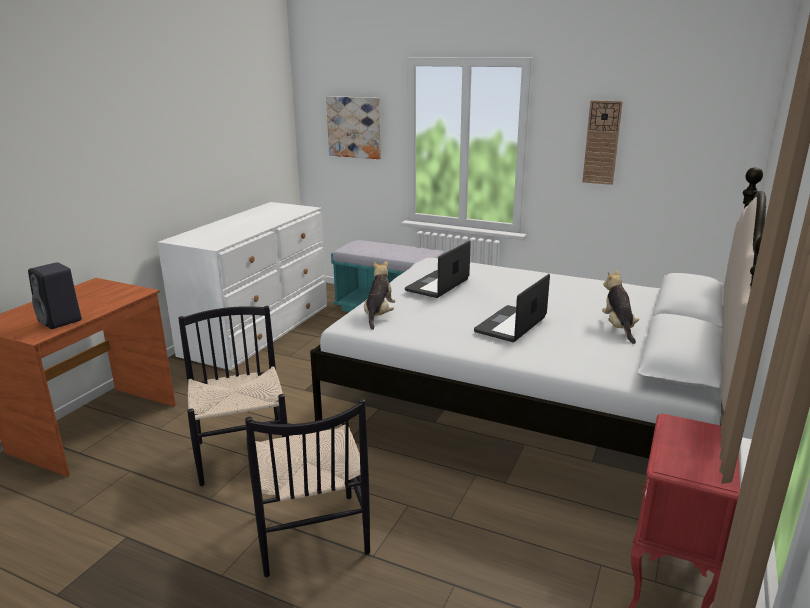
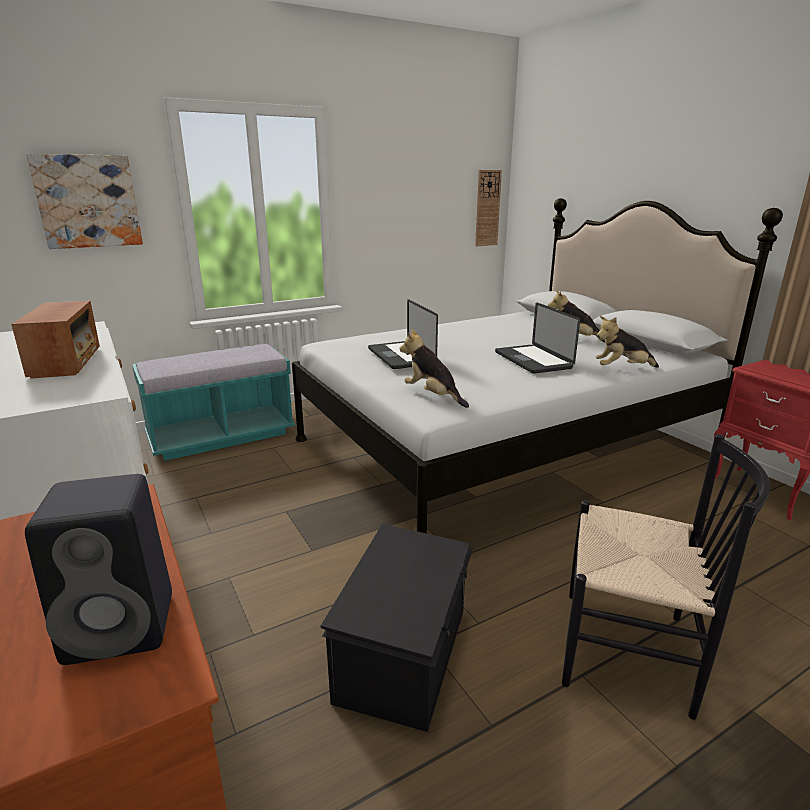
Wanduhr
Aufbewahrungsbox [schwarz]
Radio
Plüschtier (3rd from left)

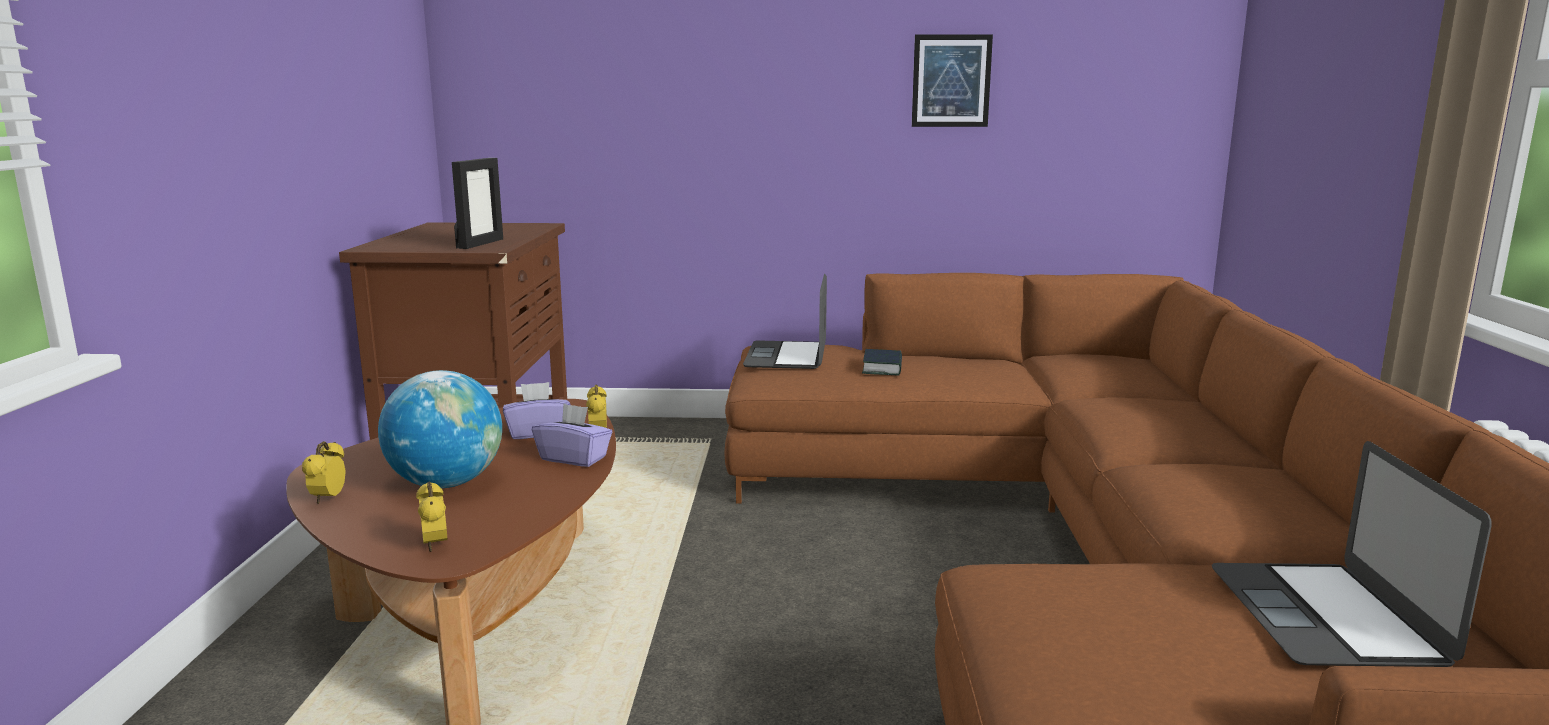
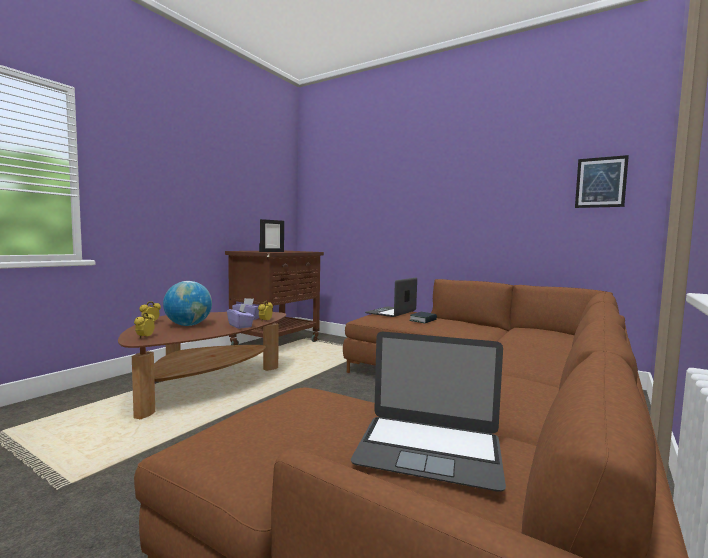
Bild
Laptop (2nd from left)

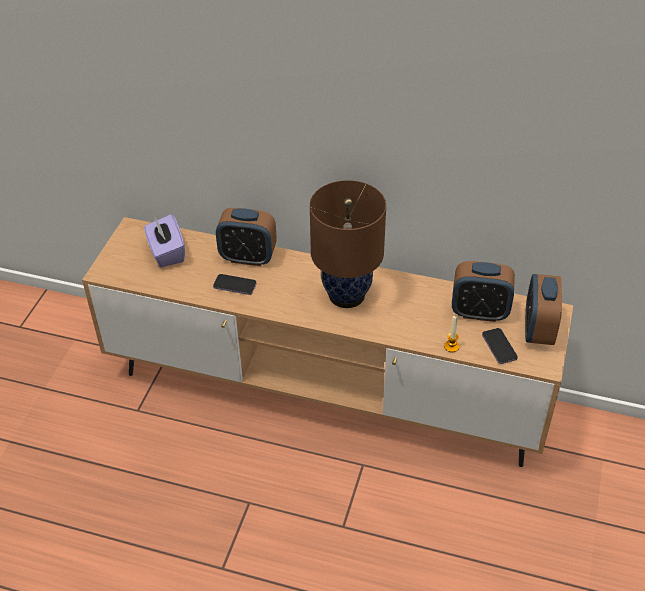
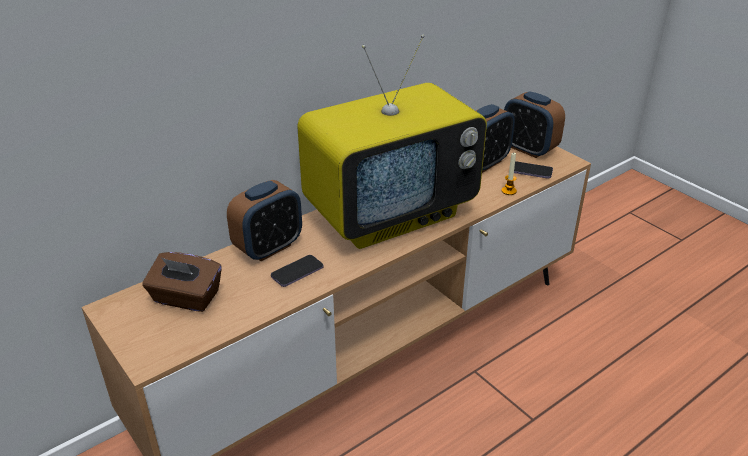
Fernseher
Taschentuchbox [braun]

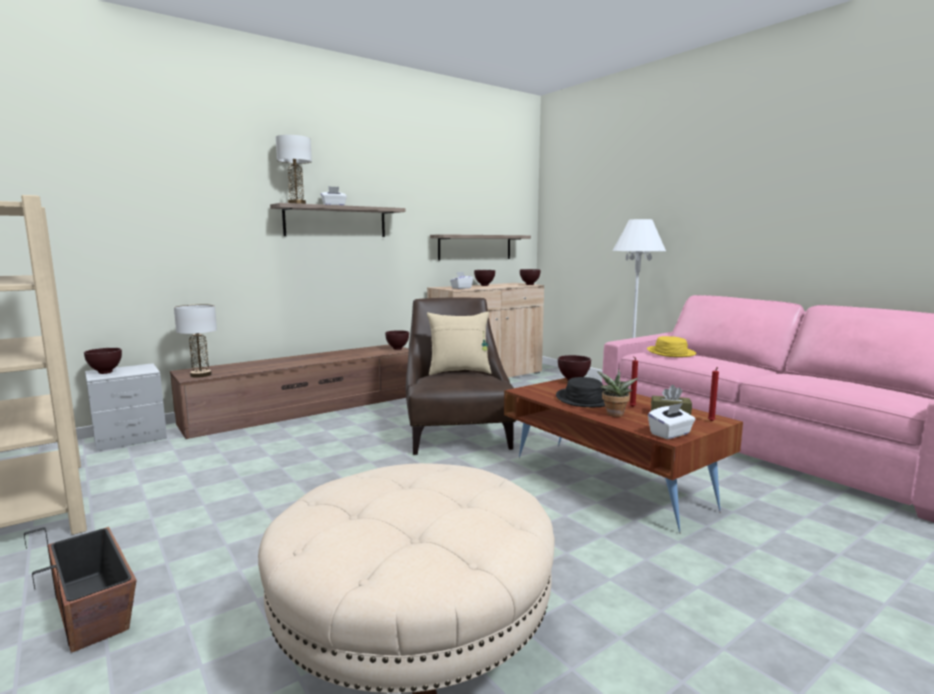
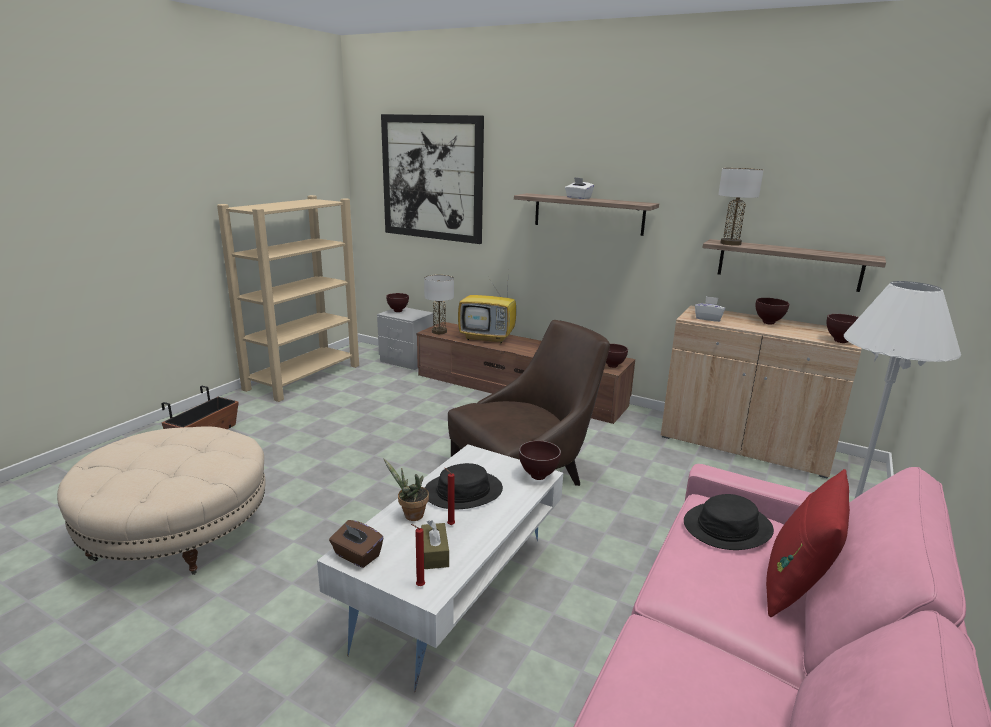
Tischlampe (2nd from left)
Kissen [beige]
Hut [schwarz] (2nd from left)
Couchtisch [weiß]
Taschentuchbox [braun] (1st from left)
Bild
Fernseher
Kissen [rot]

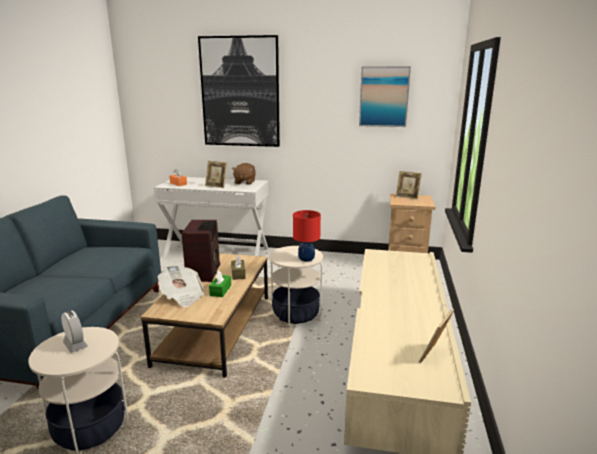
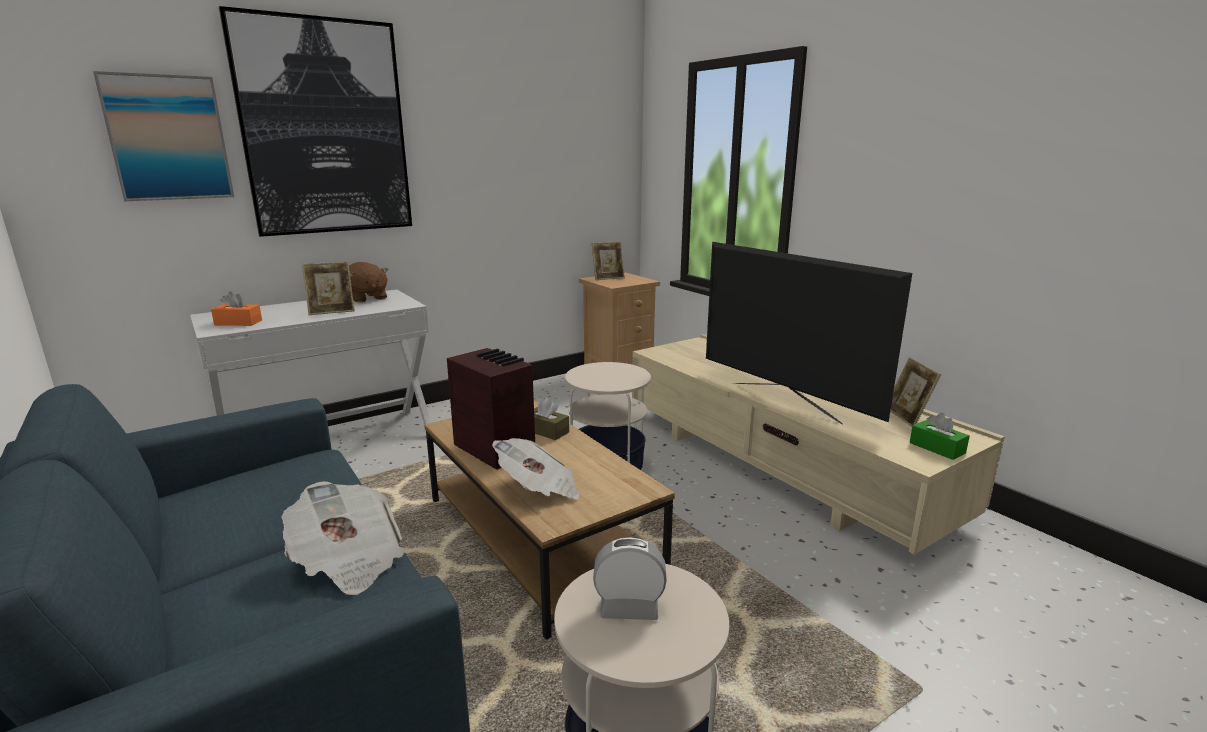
Bild (1st from left)
Tischlampe [rot]
Taschentuchbox [grün]
Fernseher
Zeitung (1st from left)

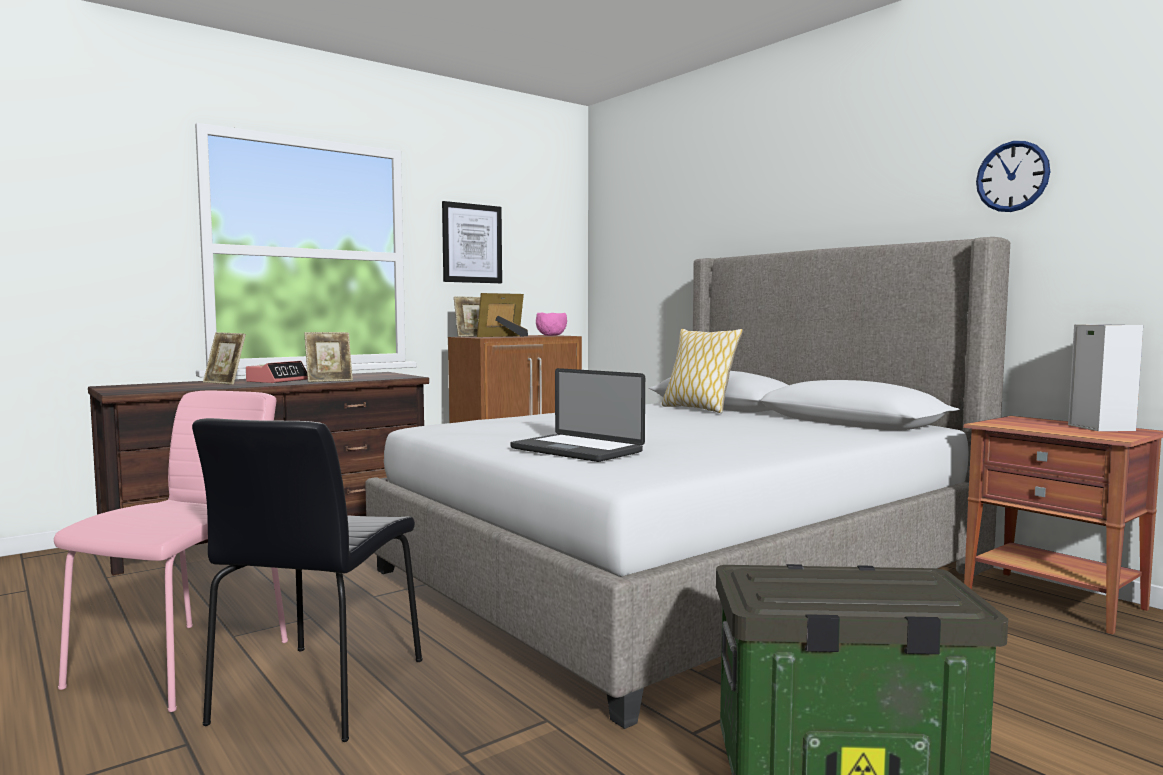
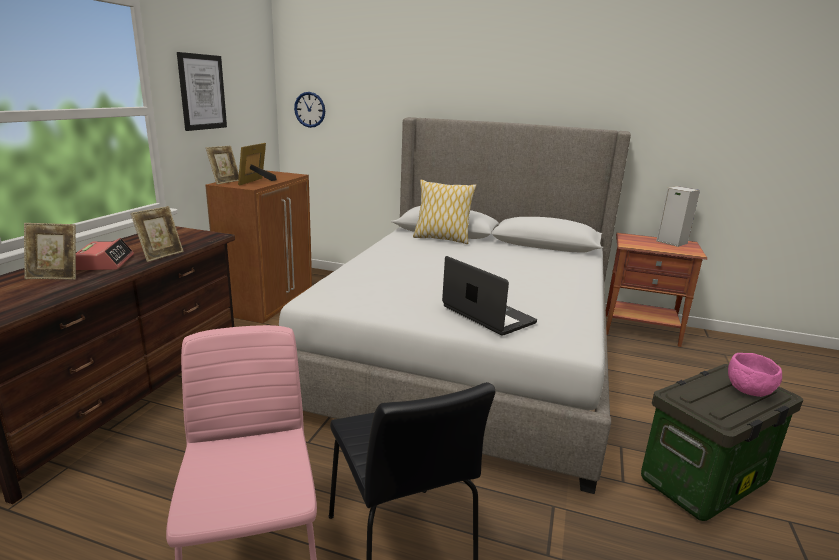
Wanduhr
Schüssel [rosa]
Laptop

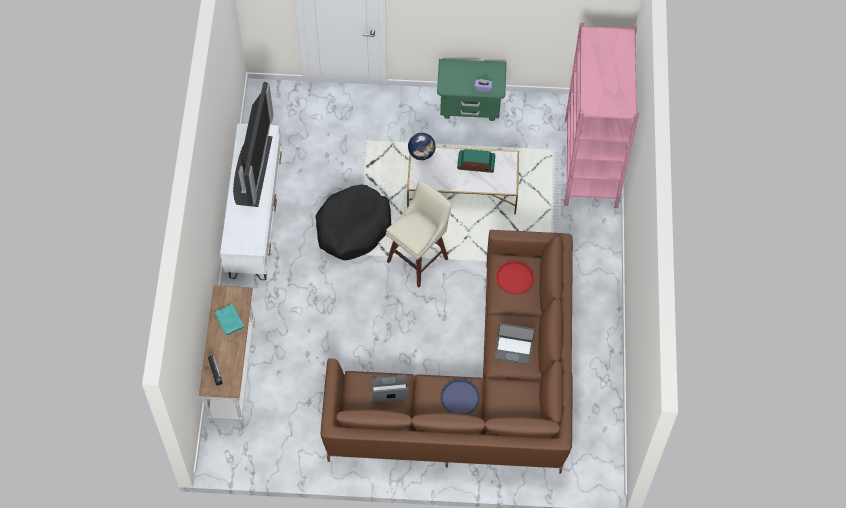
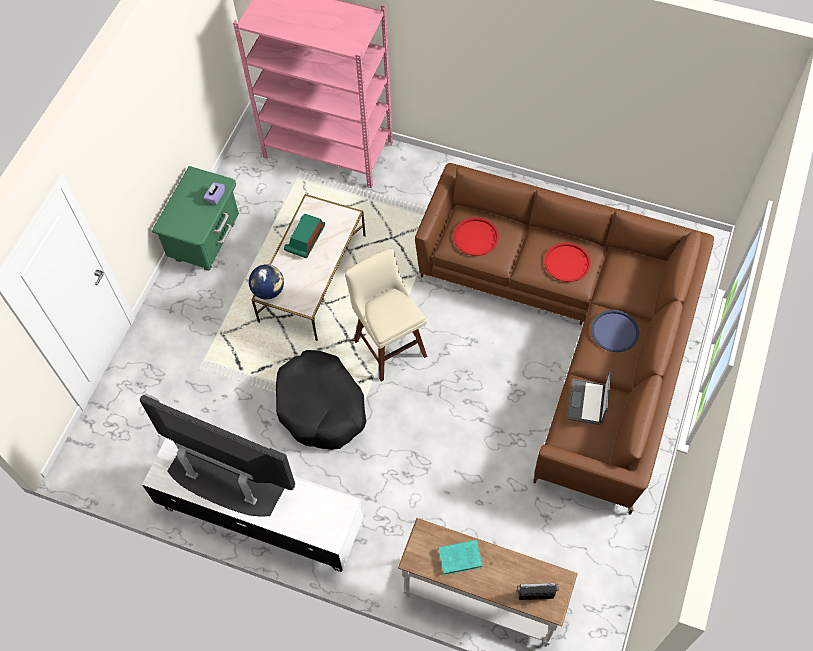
Tablett [rot] (2nd from left)

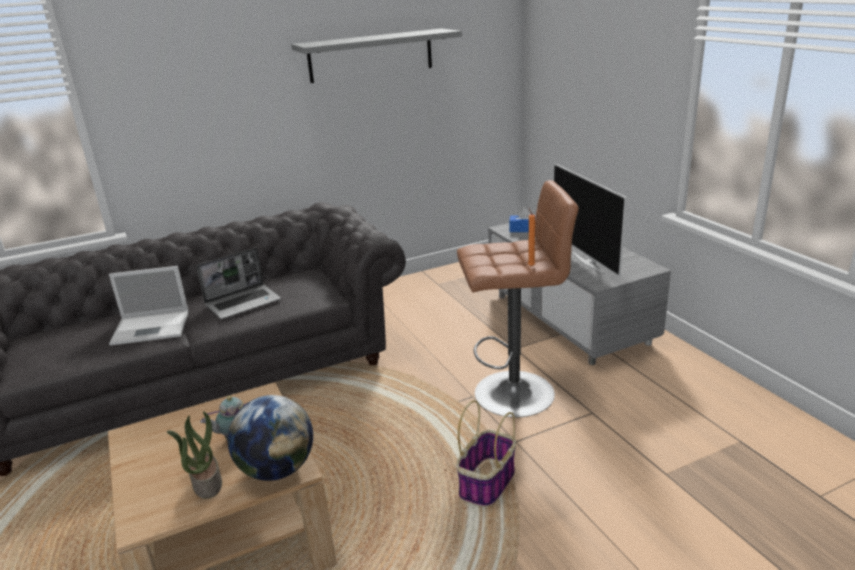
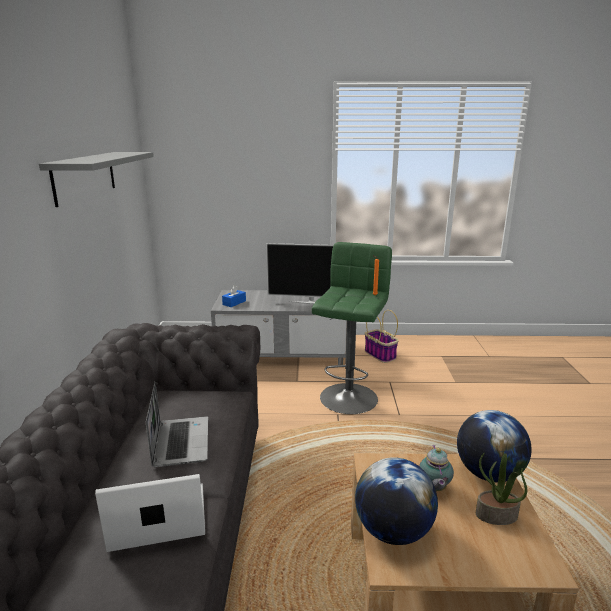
Hocker [grün]
Laptop (1st from left)
Korb
Globus (1st from left)

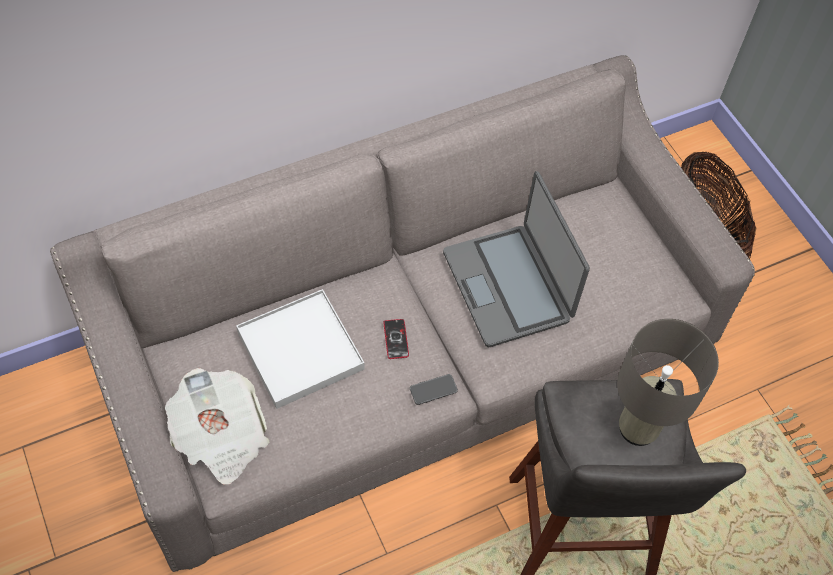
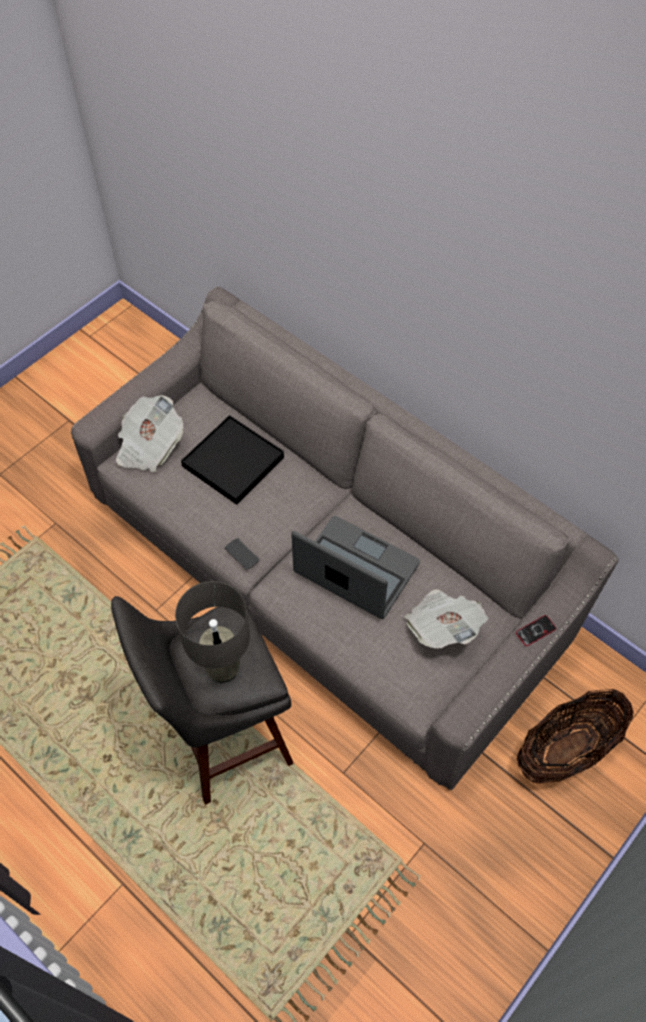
Laptop
Tablett [schwarz]
Handy (2nd from left)
Zeitung (2nd from left)

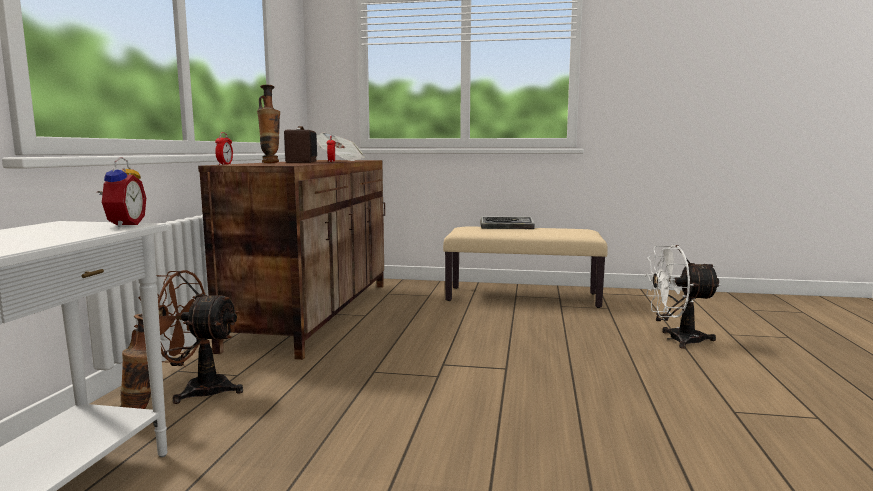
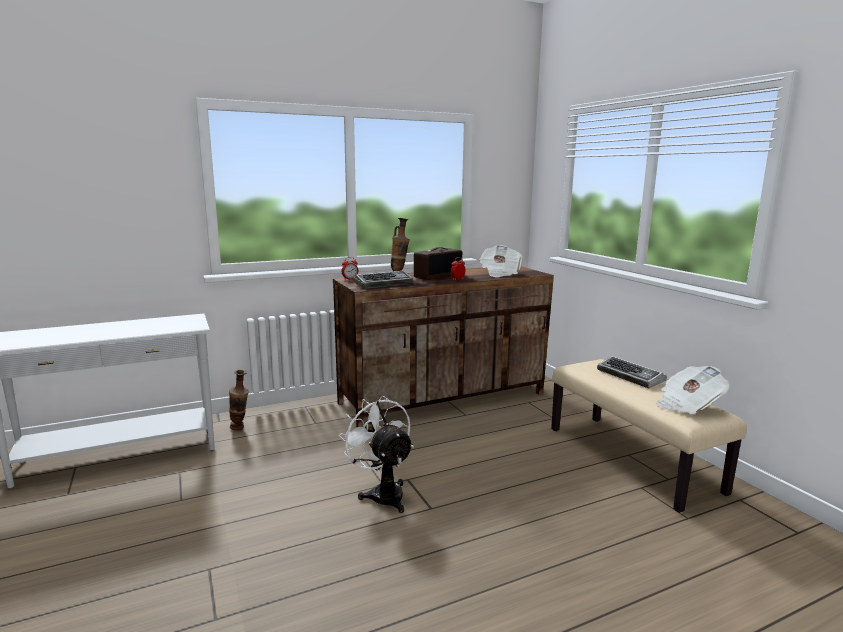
Wecker (1st from left in the first image)
Ventilator [weiß]
Ventilator [braun]
Tastatur (1st from left)
Zeitung (2nd from left)

